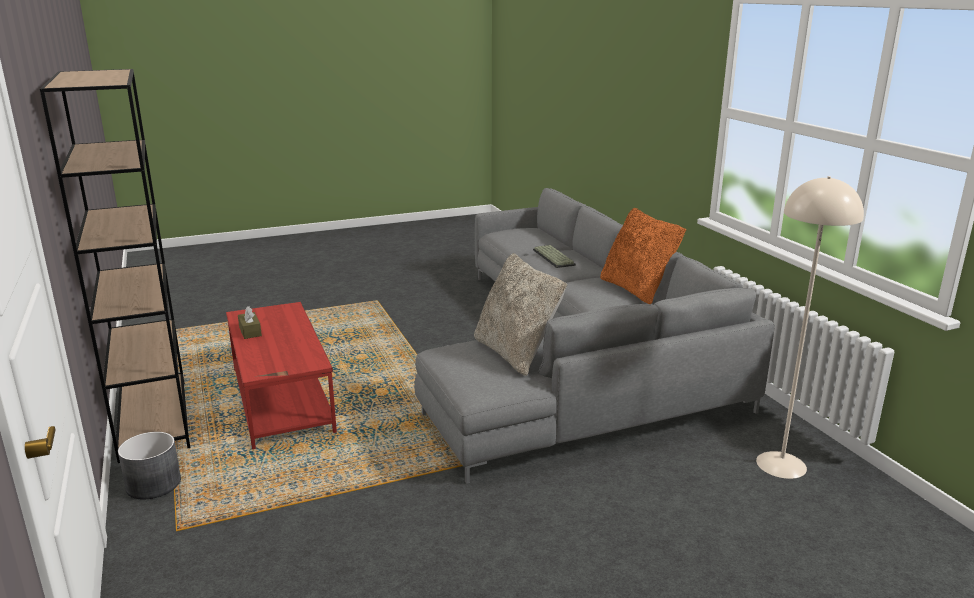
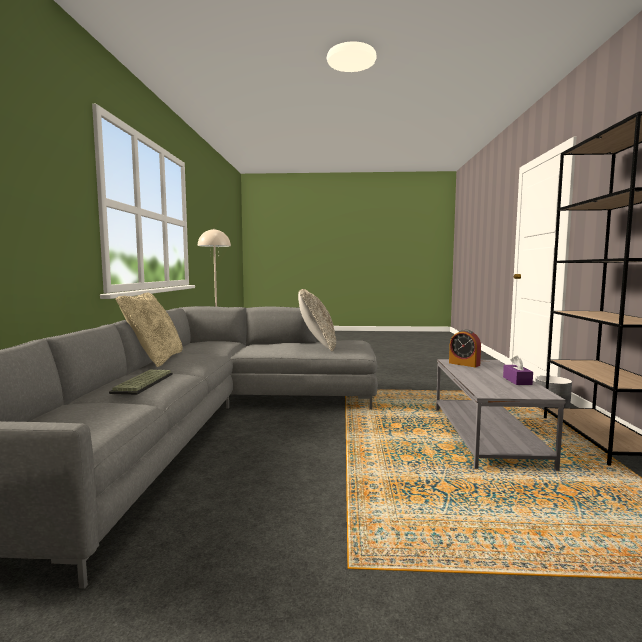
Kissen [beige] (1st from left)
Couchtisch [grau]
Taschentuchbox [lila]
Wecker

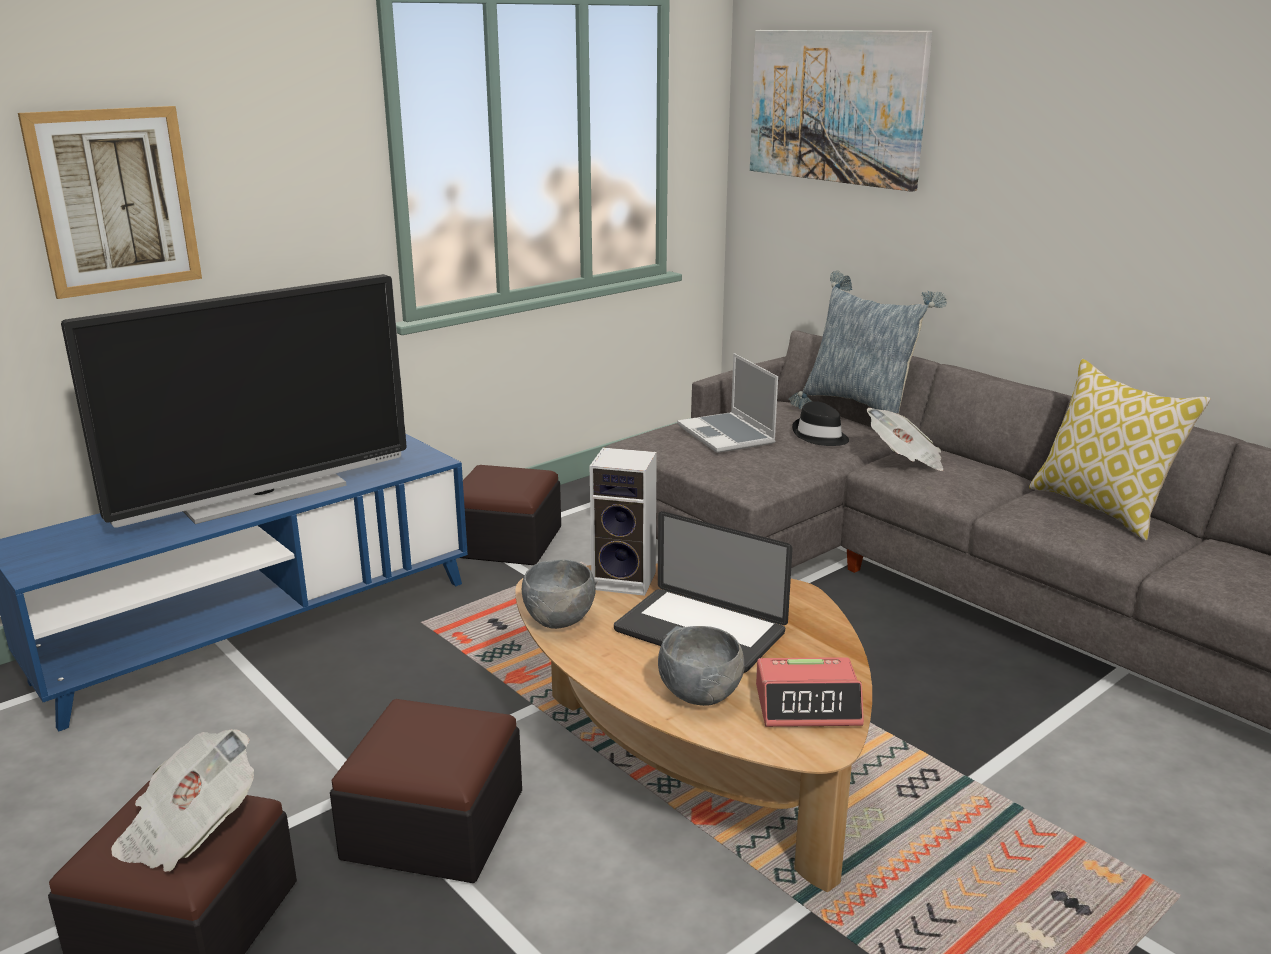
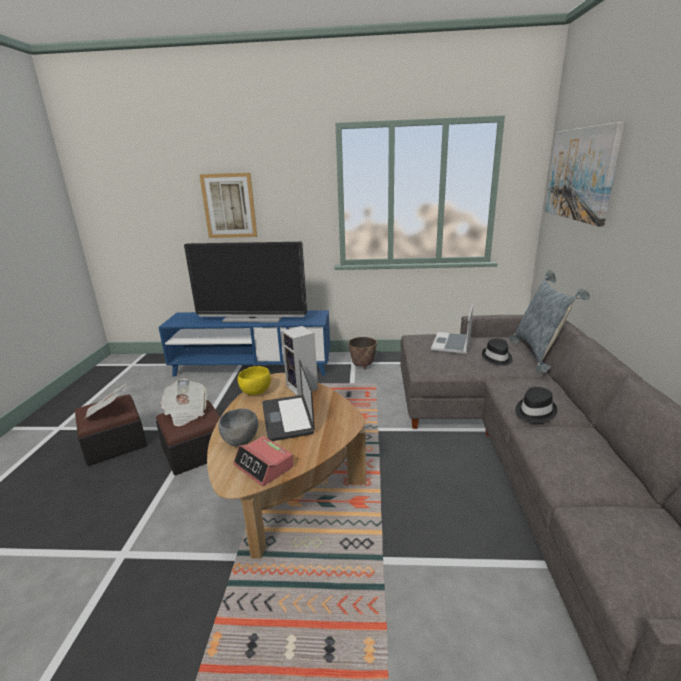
Kissen (2nd from left in the first image)
Zeitung (2nd from left)
Pflanzkübel
Schüssel [gelb]
Hut [schwarz] (2nd from left)

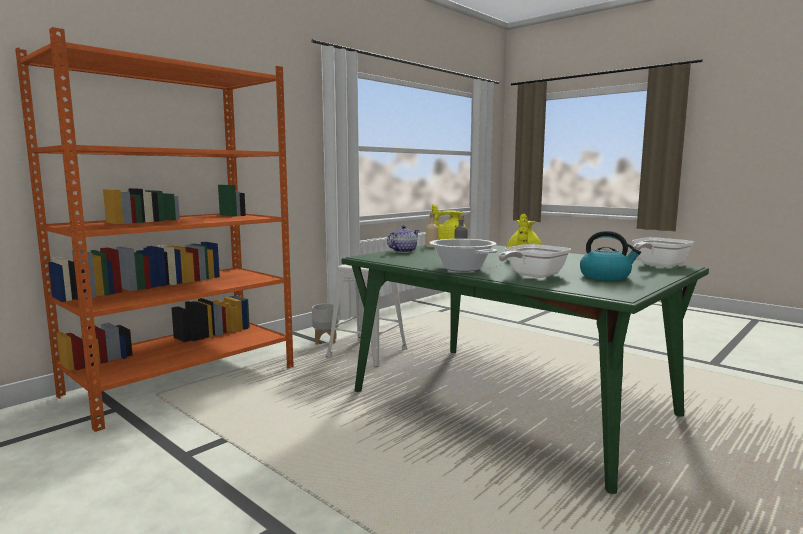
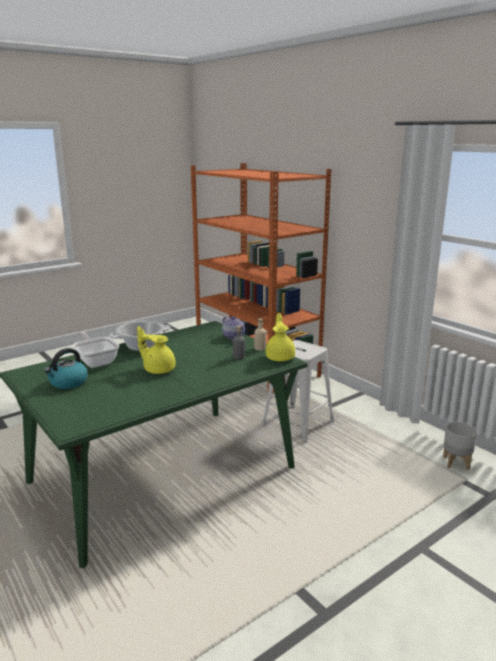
Pfanne (2nd from left in the first image)
Pflanzkübel [grau]

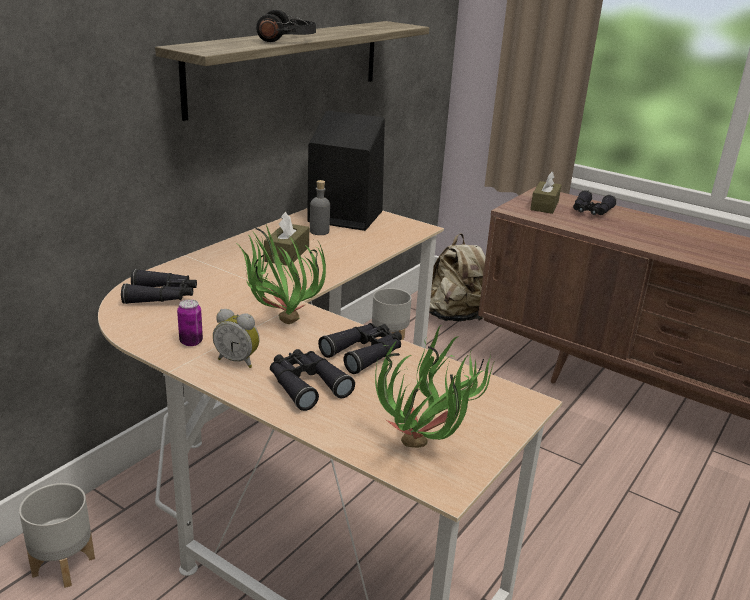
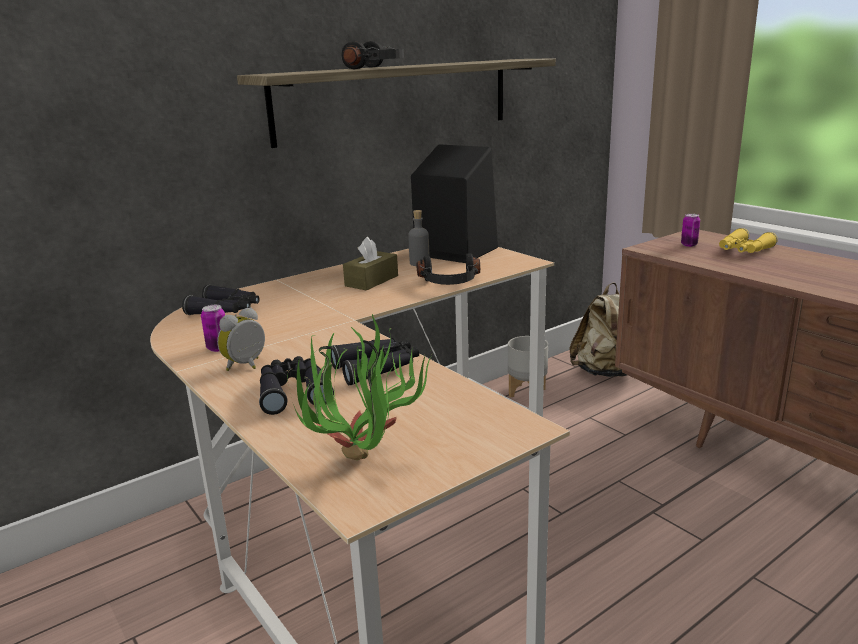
Dose (2nd from left)
Fernglas [gelb]
Topfpflanze (1st from left in the first image)
Wecker
Pflanzkübel [grau] (1st from left in the first image)
Kopfhörer [schwarz] (2nd from left)

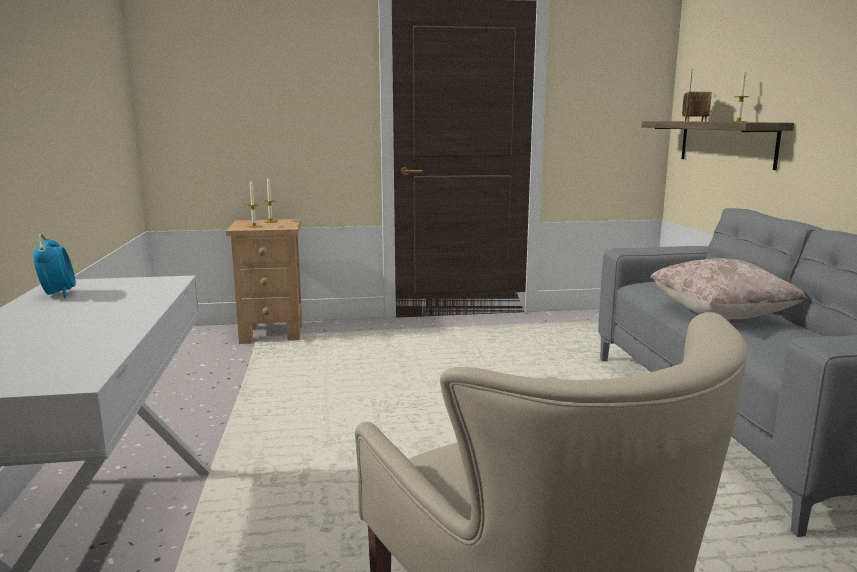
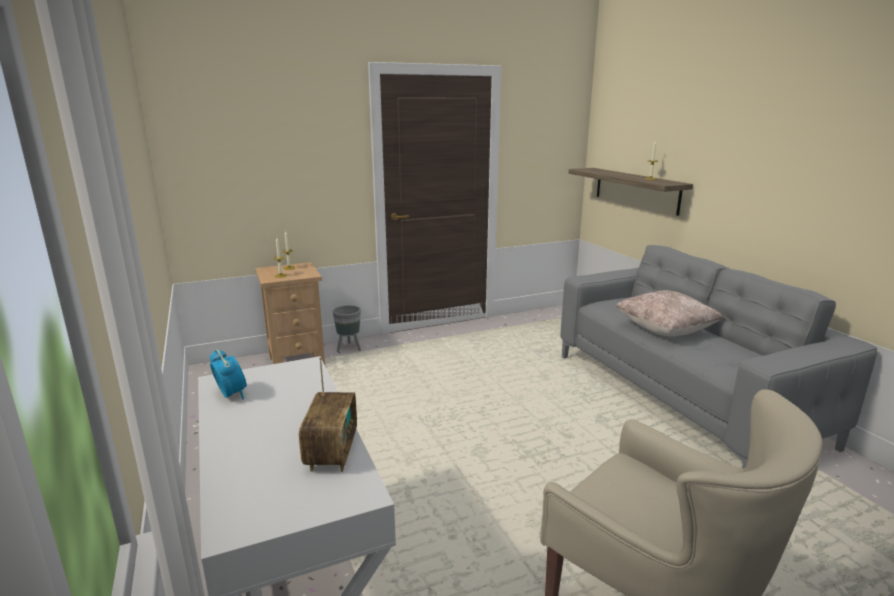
Radio
Pflanzkübel [grau]

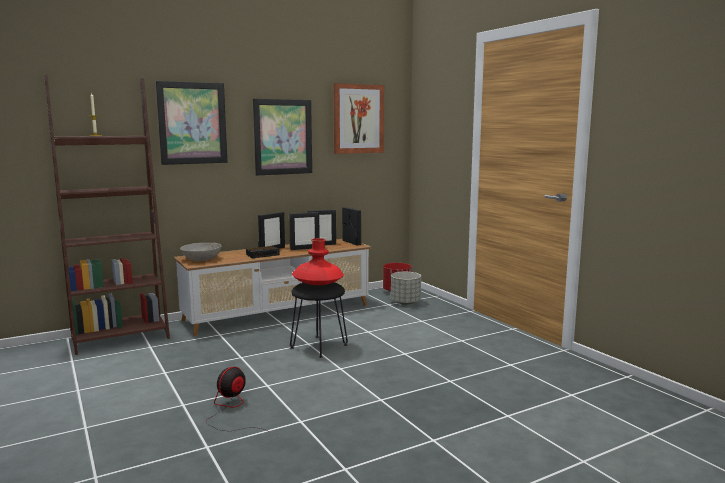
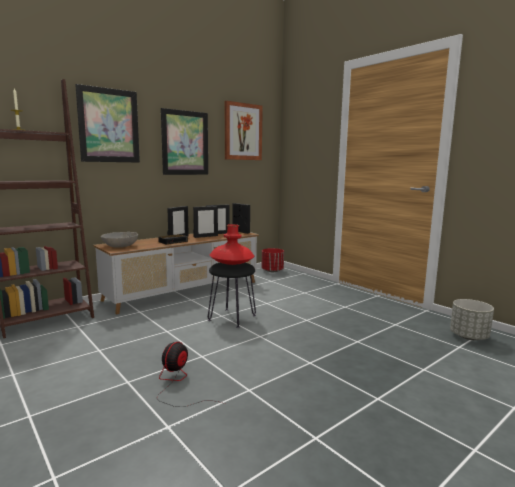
Pflanzkübel [grau]

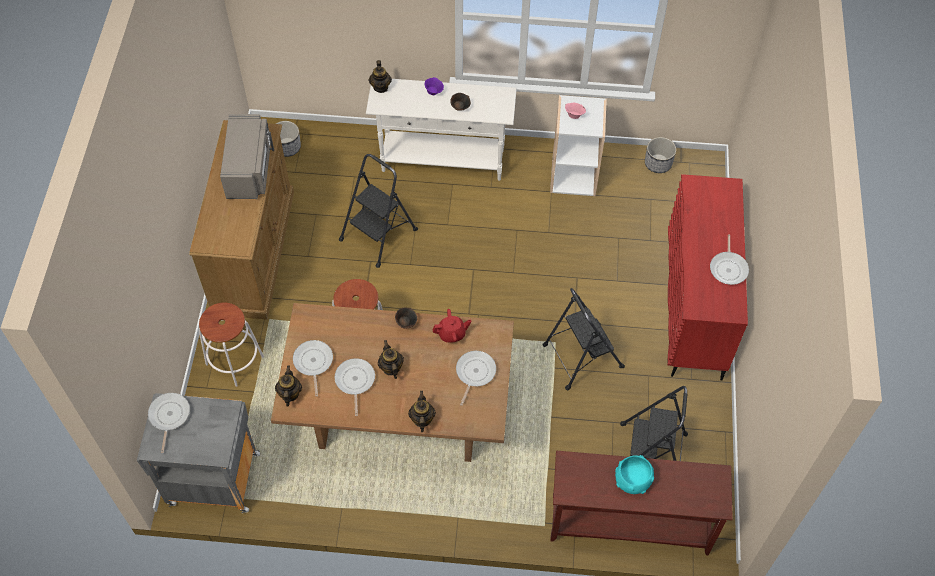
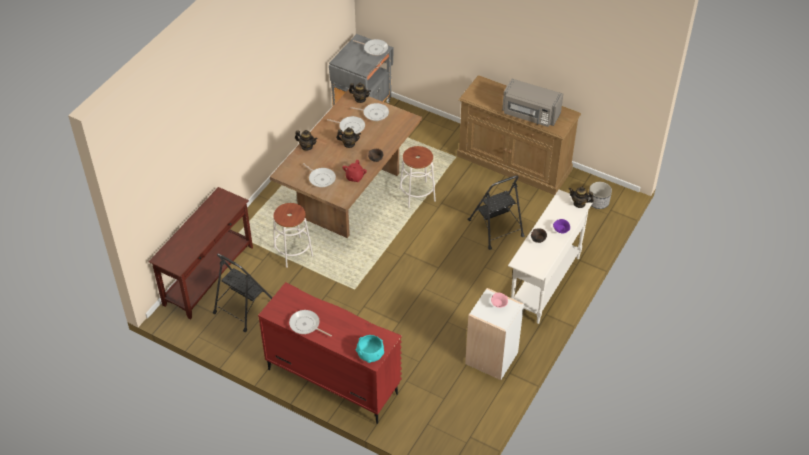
Pflanzkübel (2nd from left in the first image)
Trittleiter [schwarz] (2nd from left in the first image)
Hocker [weiß] (1st from left)
Schüssel [türkis]

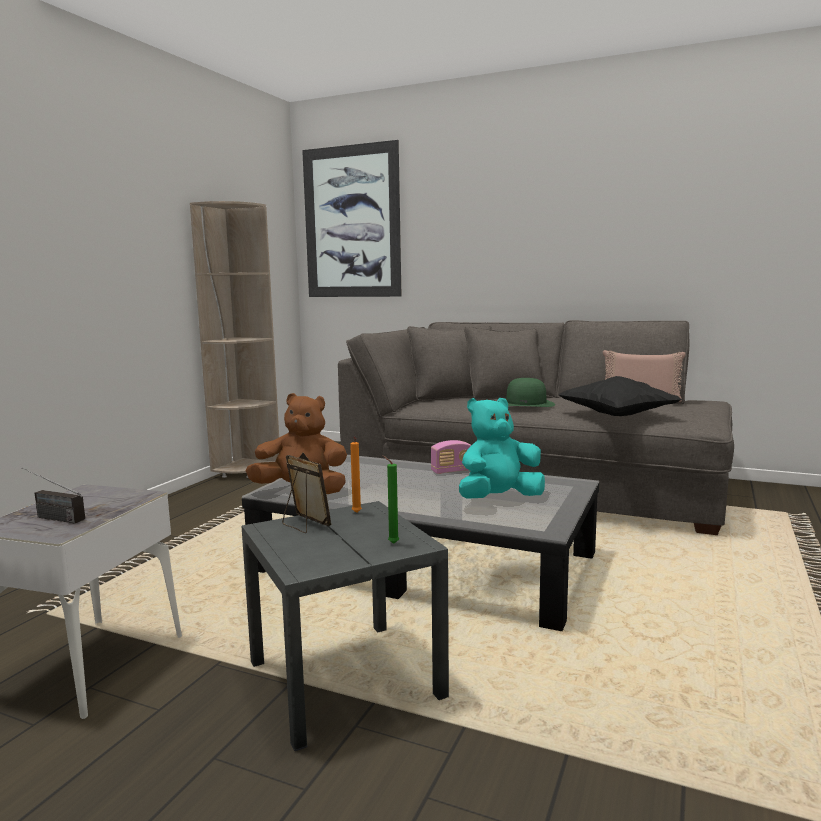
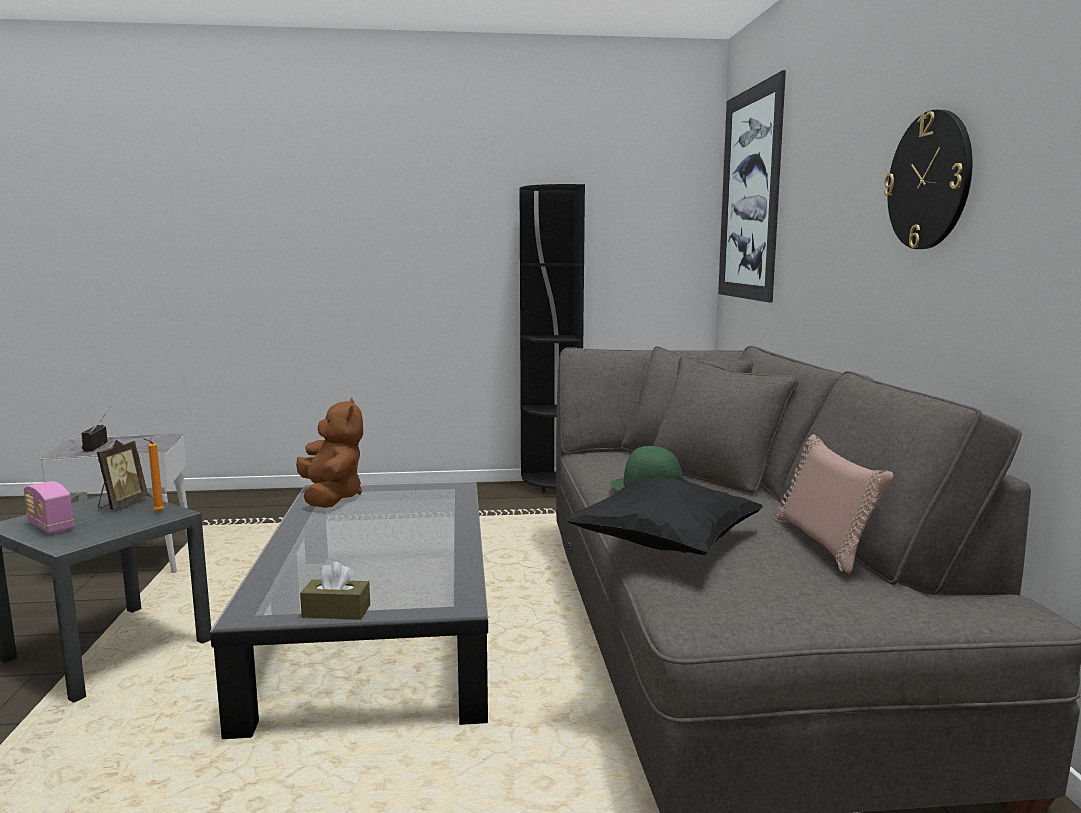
Bücherregal [schwarz]
Plüschtier [türkis]
Radio (1st from left)
Kerze [grün]
Wanduhr
Taschentuchbox [braun]

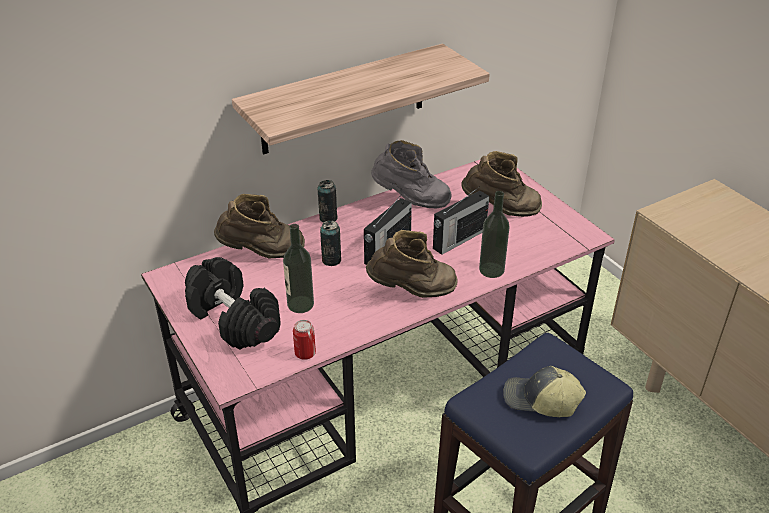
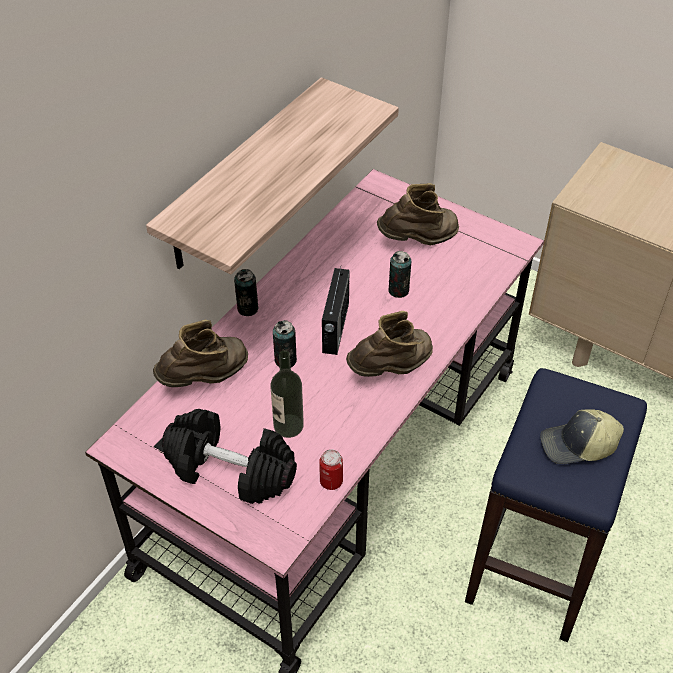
Stiefel [grau]
Dose (4th from left)
Flasche (2nd from left in the first image)

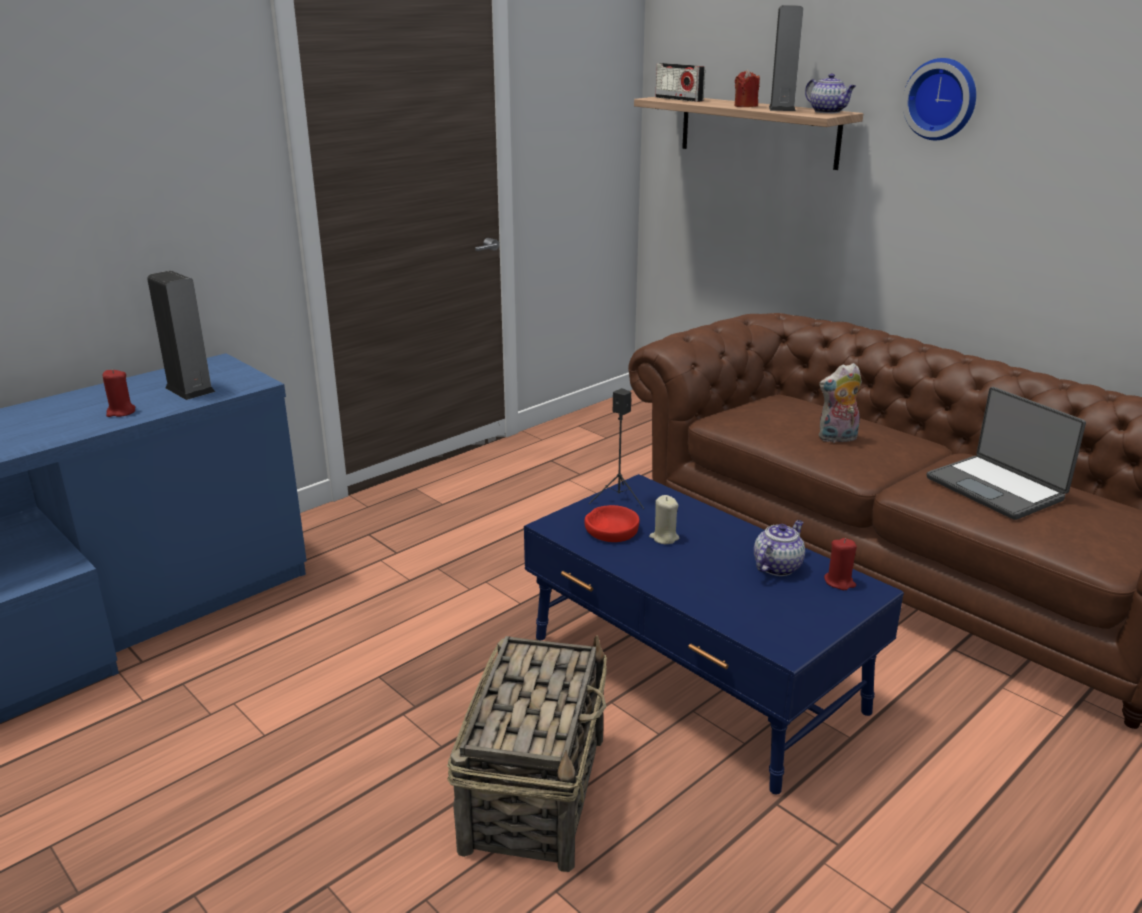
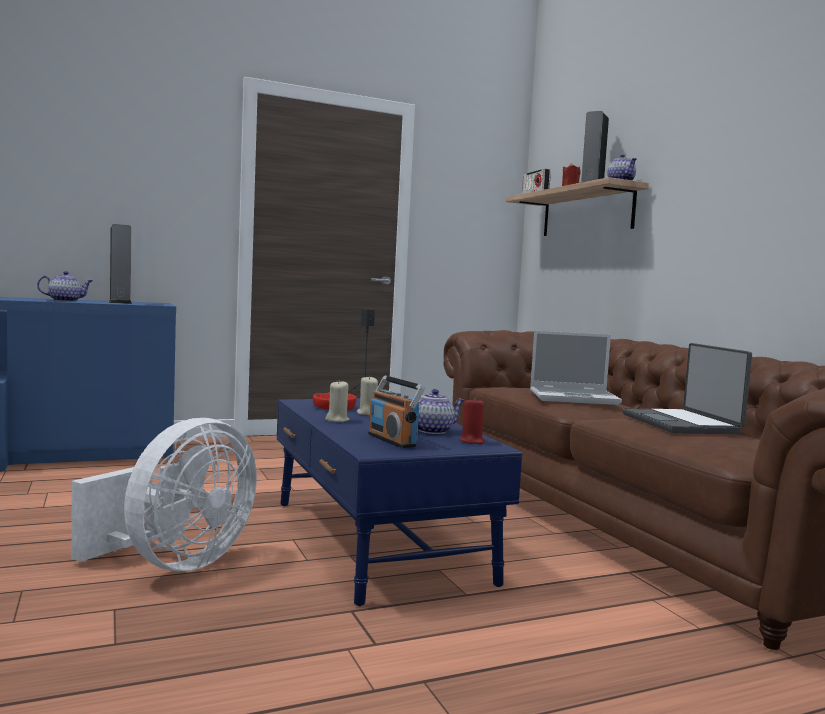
Wanduhr
Laptop (1st from left)
Teekanne (1st from left)
Ventilator [weiß]
Radio (1st from left)
Kerze [beige] (1st from left)

